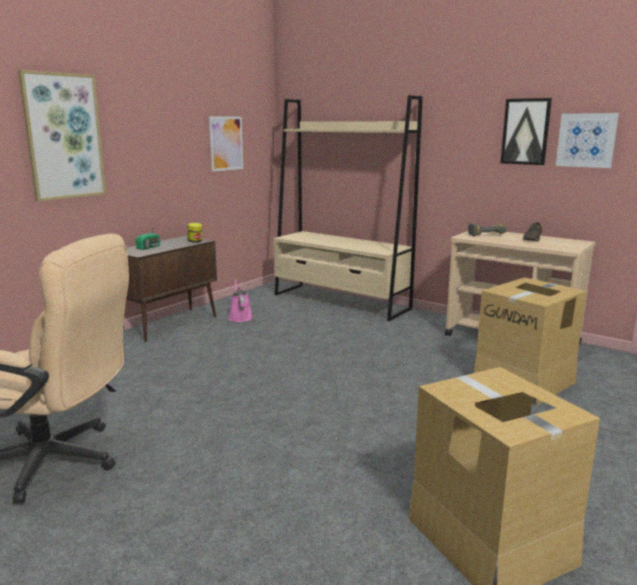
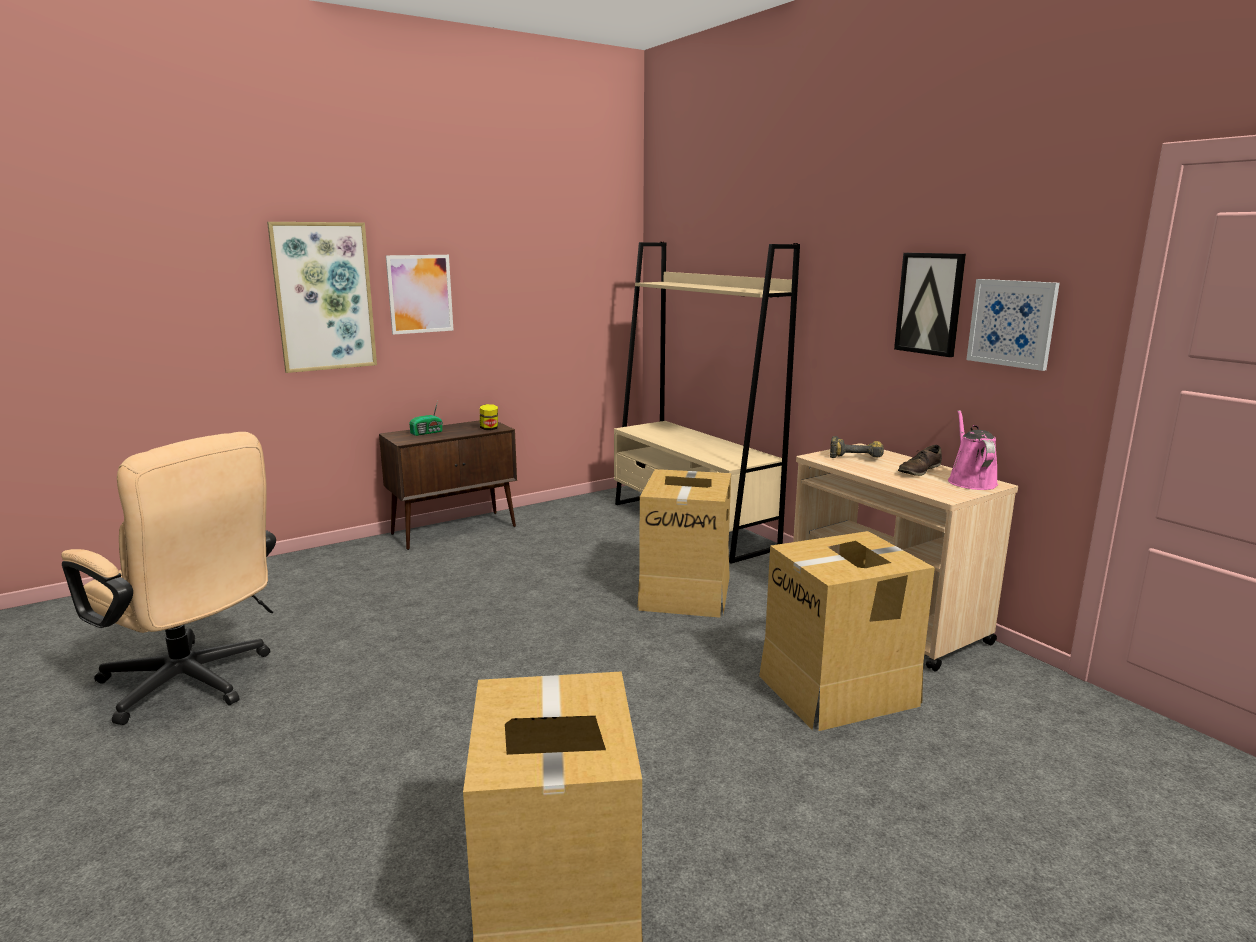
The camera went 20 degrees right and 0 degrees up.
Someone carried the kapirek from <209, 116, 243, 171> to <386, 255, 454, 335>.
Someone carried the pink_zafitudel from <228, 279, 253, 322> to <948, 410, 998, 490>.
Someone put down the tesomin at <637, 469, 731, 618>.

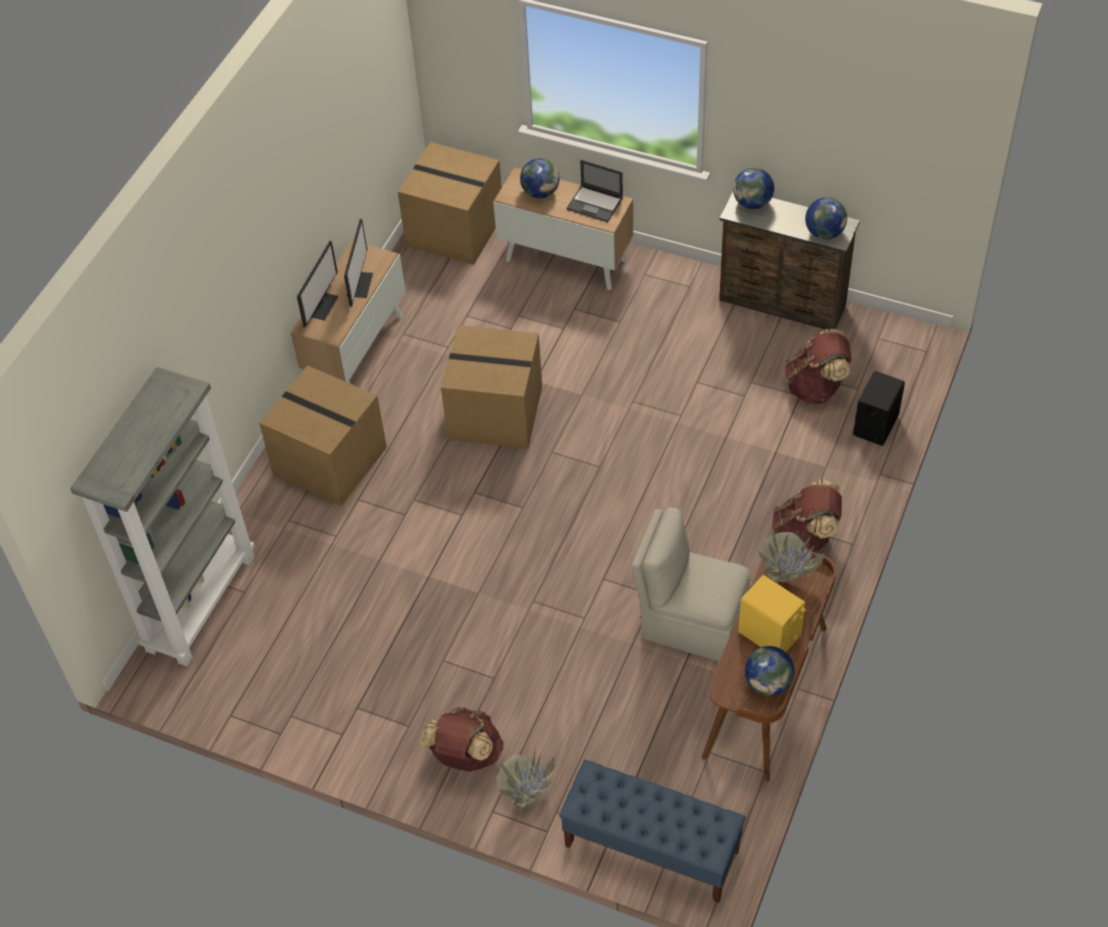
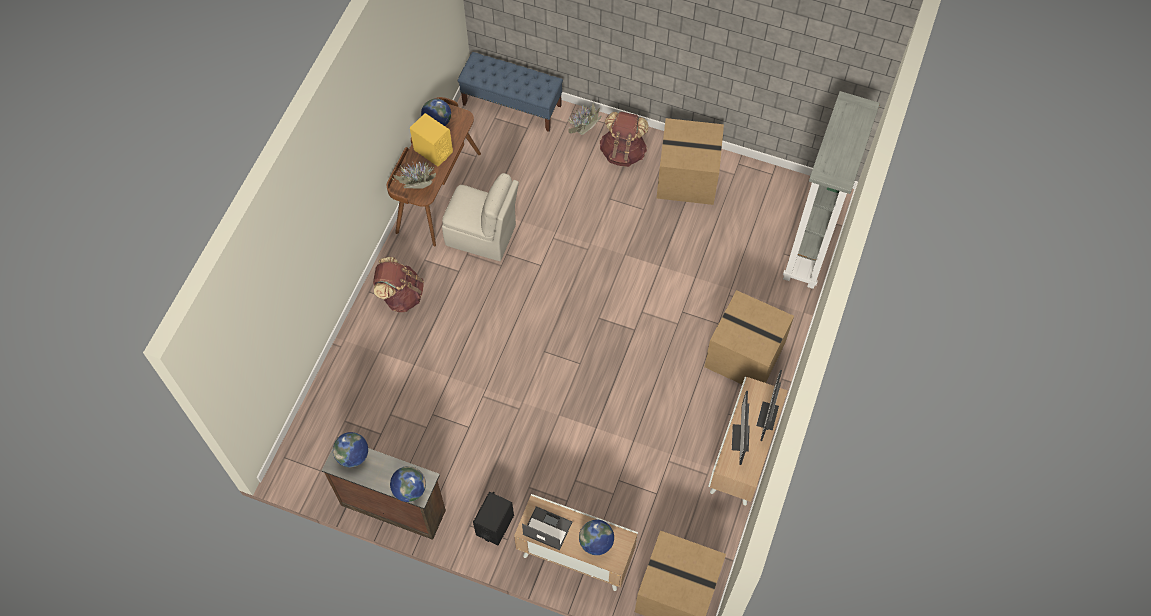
The camera went 175 degrees right and 10 degrees up.
Someone carried the tesomin from <441, 325, 542, 449> to <656, 118, 724, 205>.
Someone took away the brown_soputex at <785, 329, 851, 404>.
Someone carried the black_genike from <853, 371, 905, 446> to <473, 492, 514, 545>.

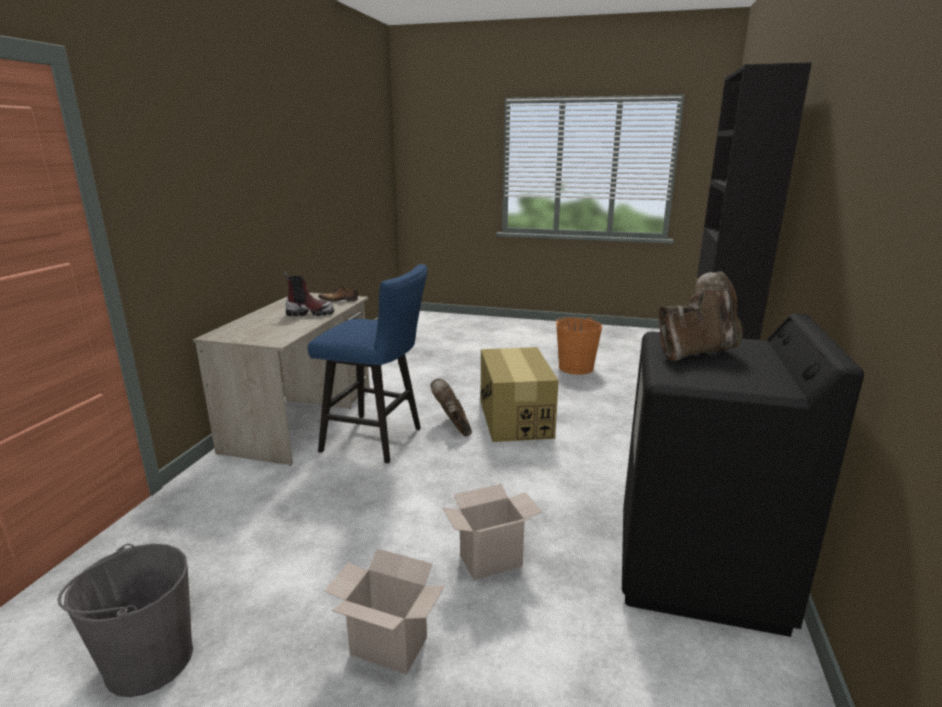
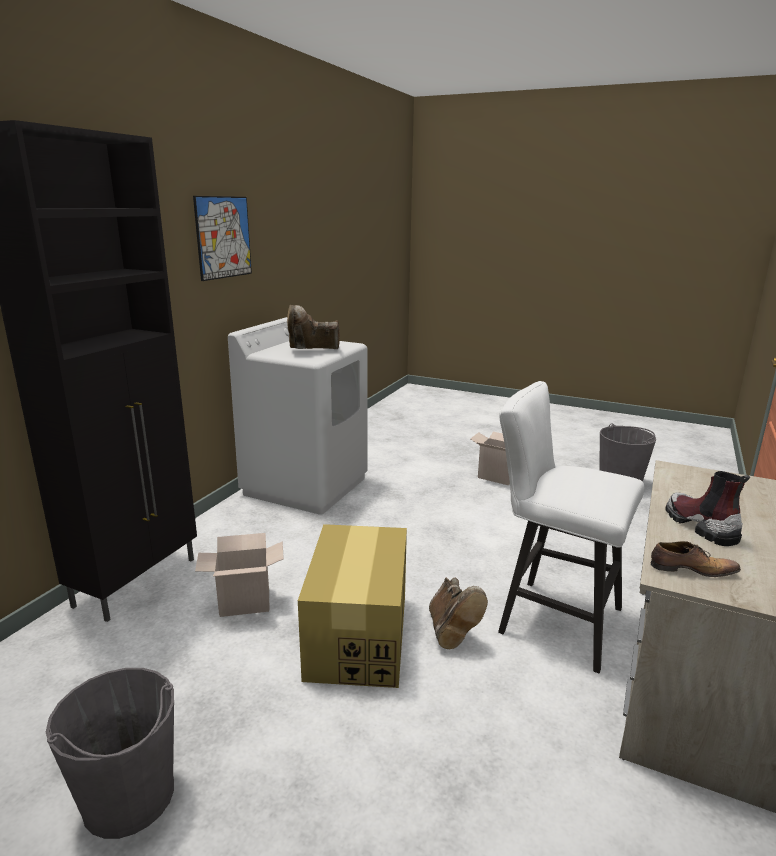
The camera went 170 degrees left and 0 degrees up.
Someone rotated the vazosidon at <283, 272, 334, 316> by 60 degrees clockwise.
Someone repainted the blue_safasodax at <308, 264, 428, 463>, which became the white_safasodax at <498, 381, 644, 674>.
Someone carried the tesomin from <442, 484, 542, 580> to <195, 533, 284, 617>.
Someone repainted the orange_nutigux at <556, 317, 602, 375>, which became the grey_nutigux at <46, 668, 174, 839>.
Someone repainted the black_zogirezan at <622, 314, 864, 637>, which became the white_zogirezan at <228, 317, 367, 515>.
Someone put up the kapirek at <193, 196, 252, 281>.

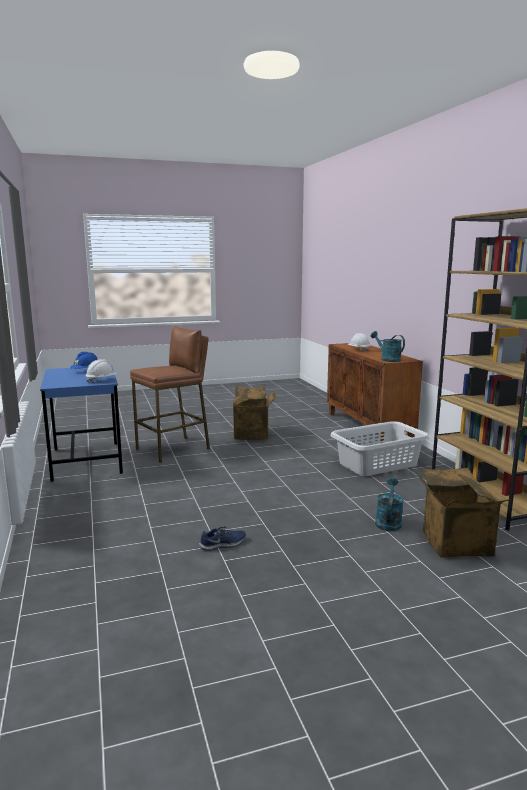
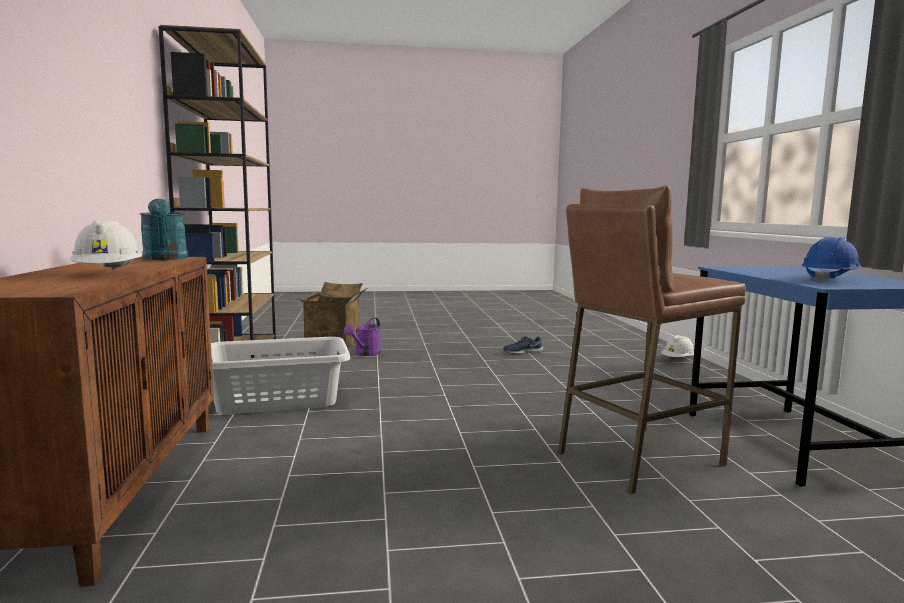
The camera went 170 degrees left and 5 degrees down.
Someone carried the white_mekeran from <85, 359, 117, 383> to <661, 335, 694, 358>.
Someone took away the tesomin at <233, 386, 276, 440>.
Someone repainted the turquoise_zafitudel at <375, 477, 404, 531>, which became the purple_zafitudel at <344, 317, 382, 356>.

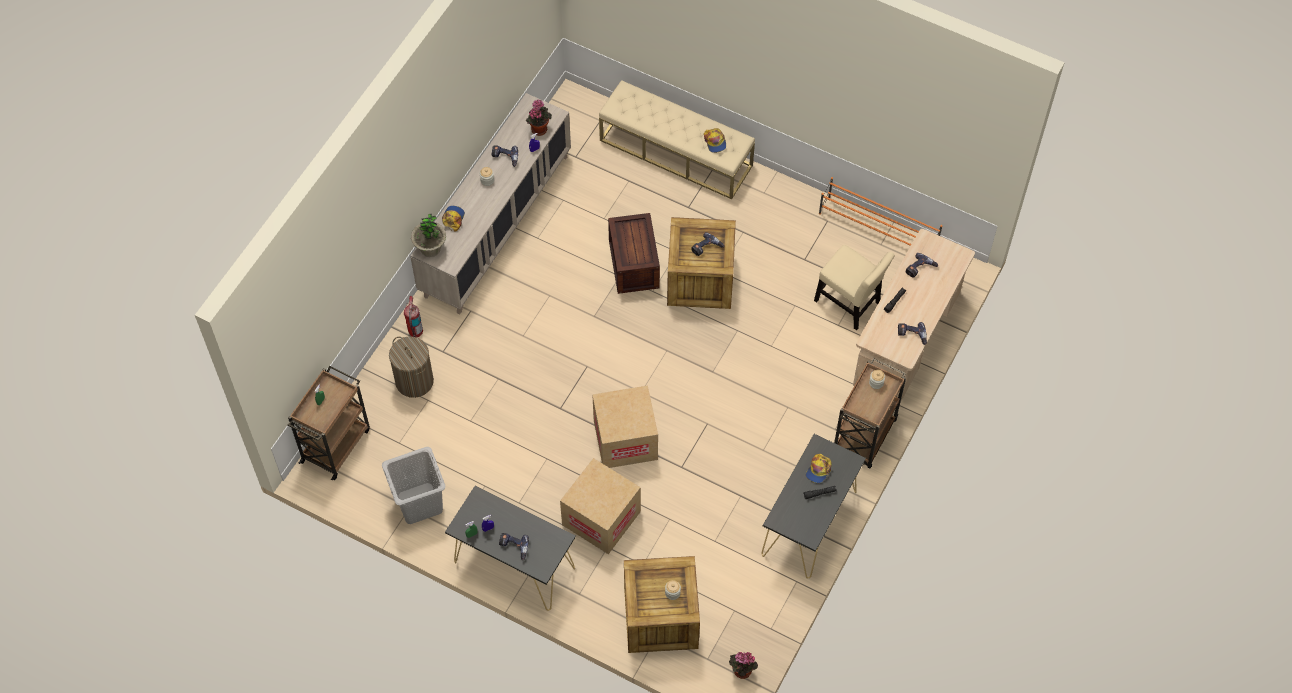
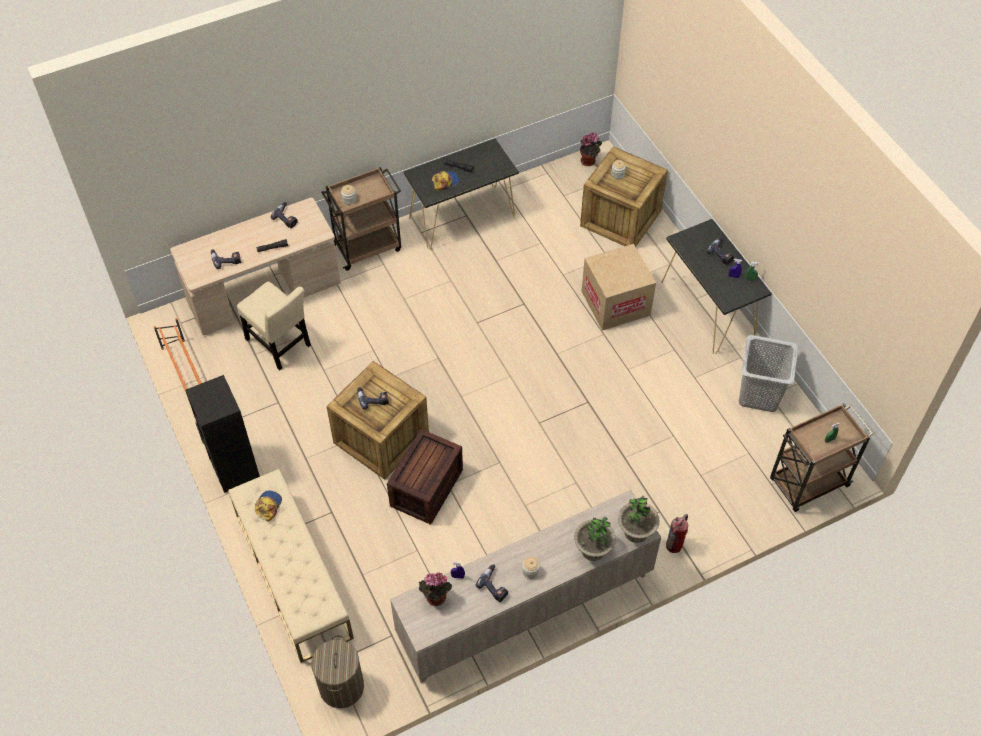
The camera went 145 degrees left and 5 degrees down.
Someone carried the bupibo from <389, 337, 434, 398> to <311, 635, 364, 708>.
Someone swapped the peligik at <442, 206, 465, 231> for the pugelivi at <574, 517, 616, 561>.
Someone took away the tesomin at <592, 385, 658, 468>.
Someone rotated the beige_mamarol at <814, 245, 895, 330> by 150 degrees clockwise.
Someone put down the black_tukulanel at <185, 375, 260, 493>.

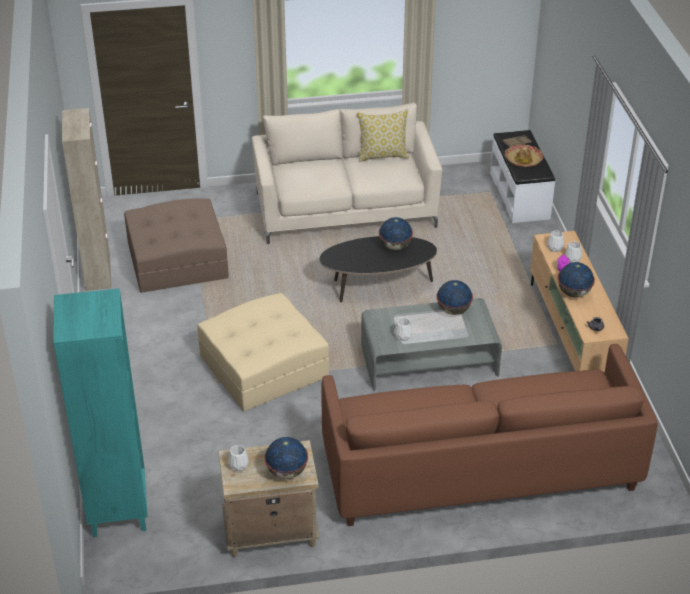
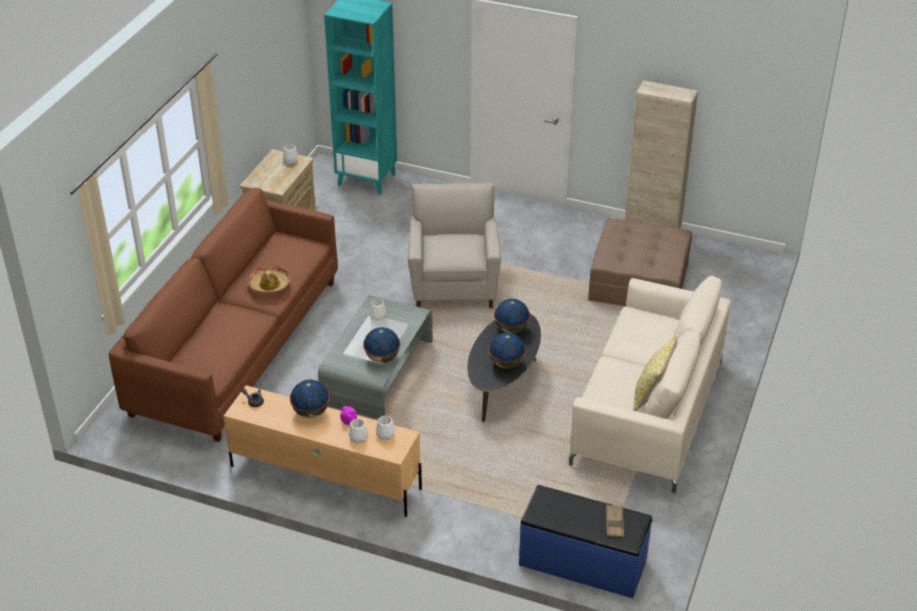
The camera went 120 degrees right and 0 degrees up.
Someone swapped the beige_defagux at <197, 293, 329, 411> for the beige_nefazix at <408, 183, 501, 308>.
Someone carried the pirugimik from <264, 437, 308, 479> to <494, 299, 530, 333>.
Someone repainted the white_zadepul at <490, 130, 555, 223>, which became the blue_zadepul at <519, 485, 653, 598>.
Someone carried the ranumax from <505, 144, 543, 167> to <248, 266, 291, 293>.

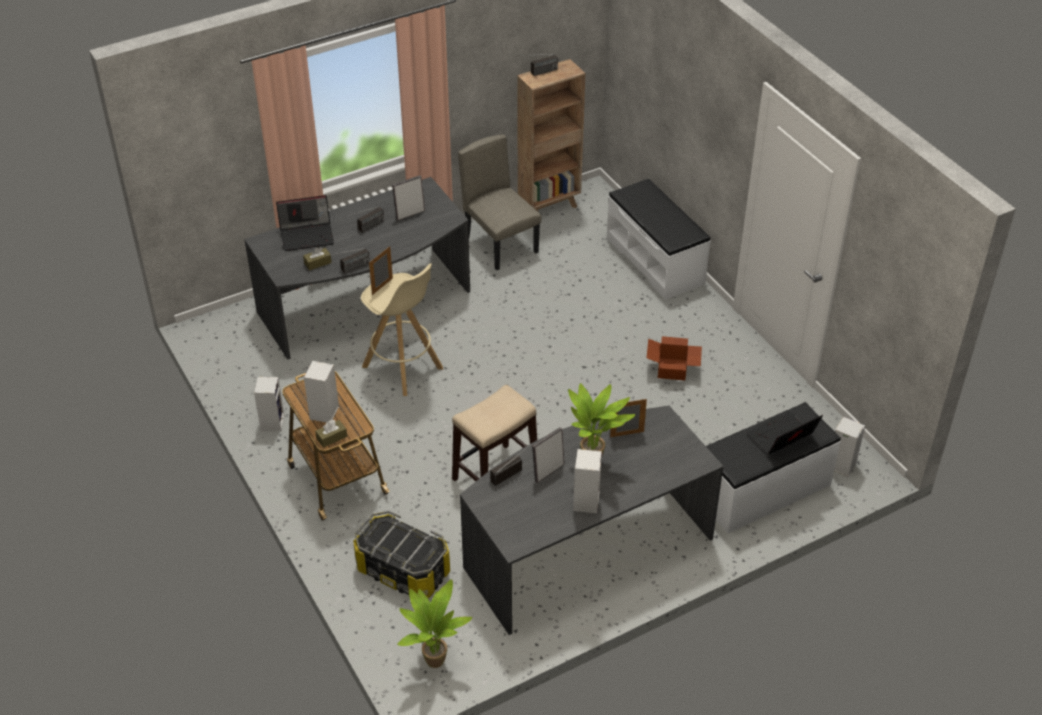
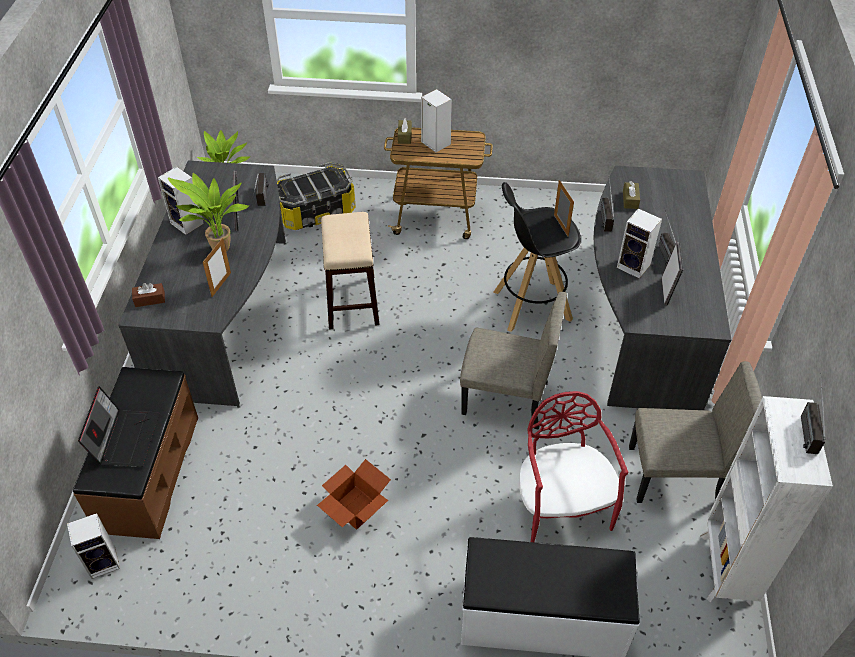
The camera went 125 degrees right and 5 degrees up.
Someone carried the genike from <254, 377, 284, 432> to <617, 208, 662, 278>.
Someone took away the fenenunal at <276, 195, 334, 251>.
Someone repainted the beige_safasodax at <361, 263, 443, 396>, which became the black_safasodax at <493, 182, 581, 332>.
Someone repainted the brown_tukulanel at <517, 59, 585, 211>, which became the white_tukulanel at <700, 396, 833, 606>.
Someone repainted the white_zadepul at <706, 403, 841, 533>, which became the brown_zadepul at <73, 367, 198, 539>.
Someone put down the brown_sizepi at <132, 283, 165, 307>.
Someone put down the beige_mamarol at <460, 292, 567, 430>.
Someone put down the red_mamarol at <519, 391, 628, 542>.

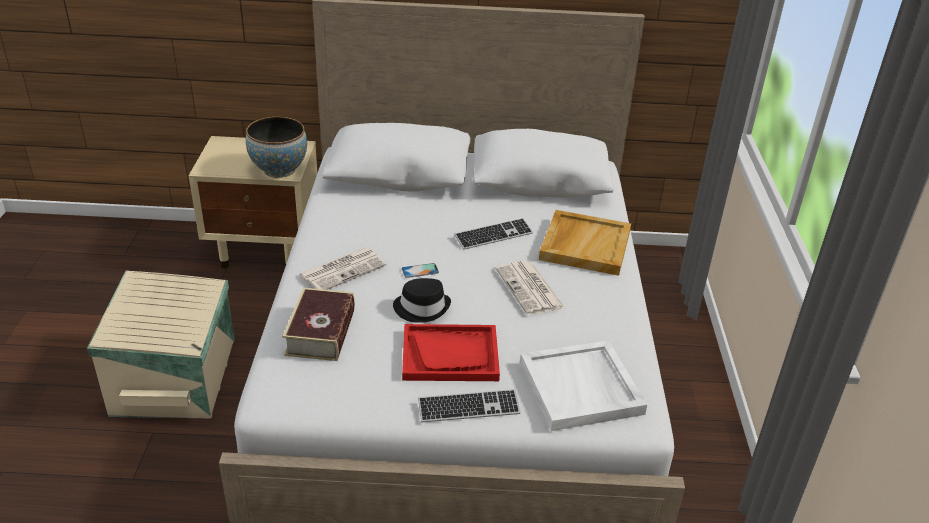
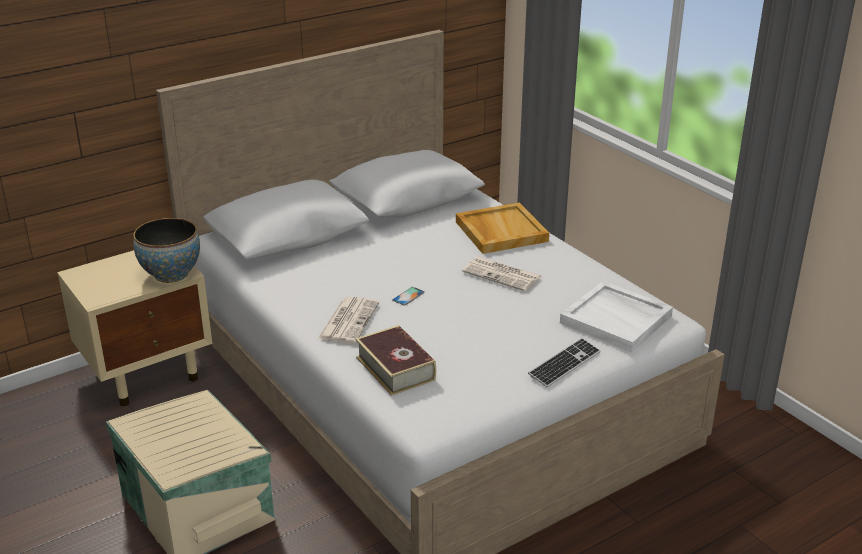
The camera went 35 degrees left and 5 degrees down.
Someone took away the black_ranumax at <393, 278, 451, 323>.
Someone took away the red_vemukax at <402, 324, 500, 381>.
Someone took away the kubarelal at <454, 218, 533, 250>.

